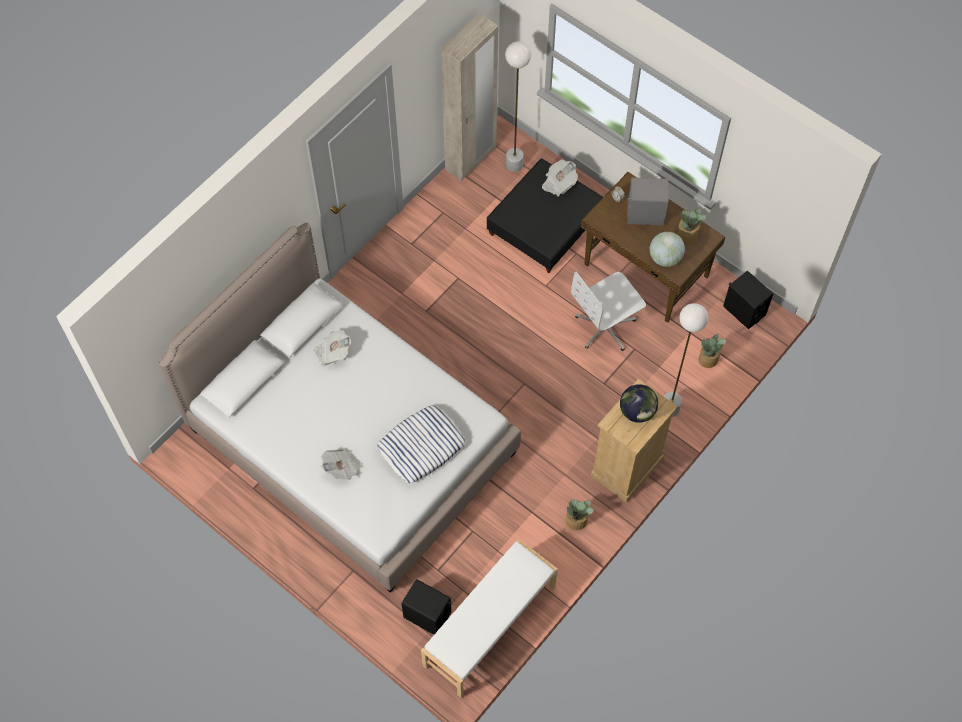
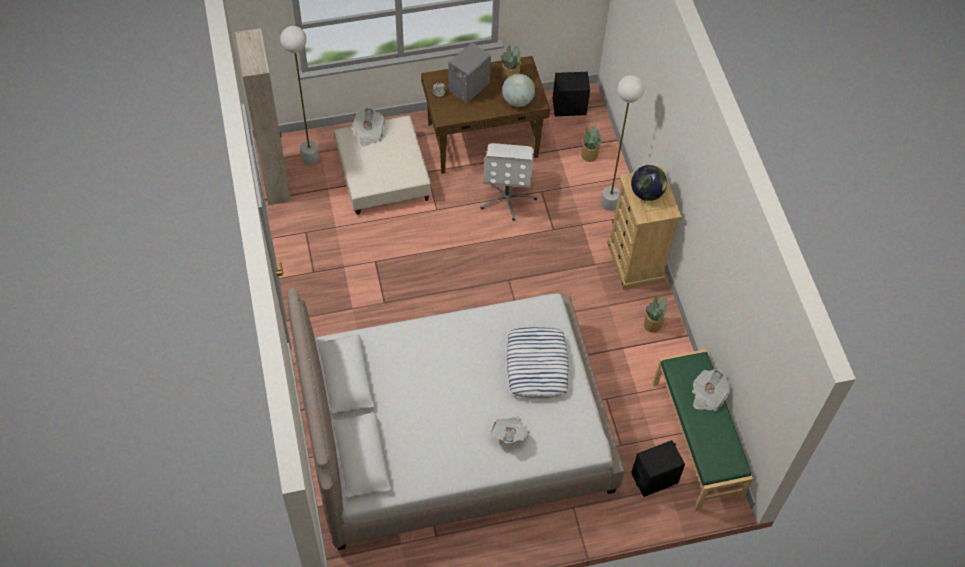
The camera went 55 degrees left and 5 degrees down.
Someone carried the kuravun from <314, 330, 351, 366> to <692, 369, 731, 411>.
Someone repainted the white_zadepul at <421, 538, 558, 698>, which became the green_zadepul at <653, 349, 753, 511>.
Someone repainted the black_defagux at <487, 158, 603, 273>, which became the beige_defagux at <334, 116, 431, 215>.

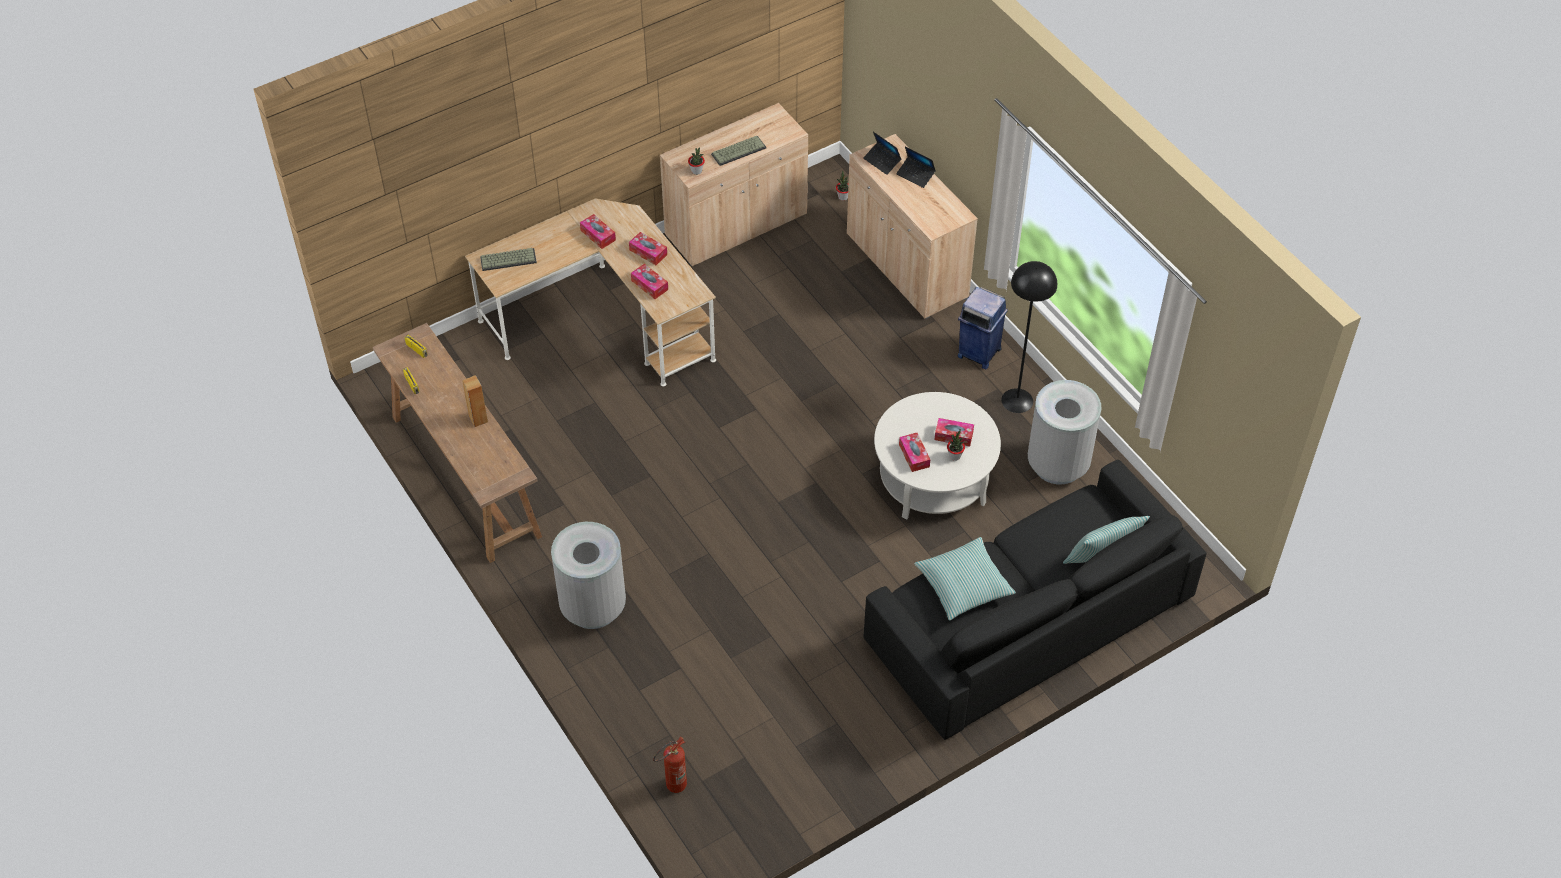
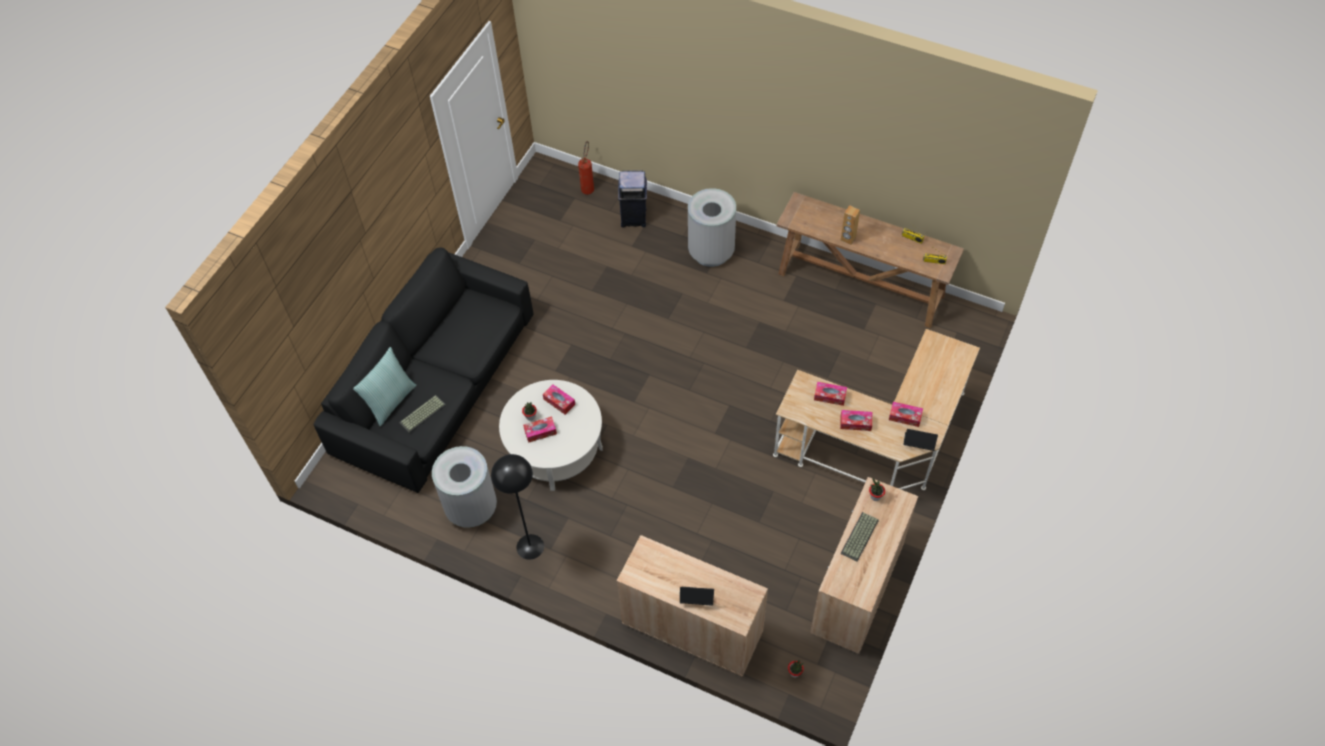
The camera went 150 degrees right and 5 degrees up.
Someone carried the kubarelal from <480, 248, 537, 271> to <399, 395, 446, 433>.
Someone carried the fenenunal from <863, 132, 902, 175> to <903, 429, 938, 451>.
Someone took away the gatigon at <914, 537, 1016, 621>.
Someone carried the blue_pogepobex from <958, 287, 1008, 369> to <618, 170, 647, 227>.

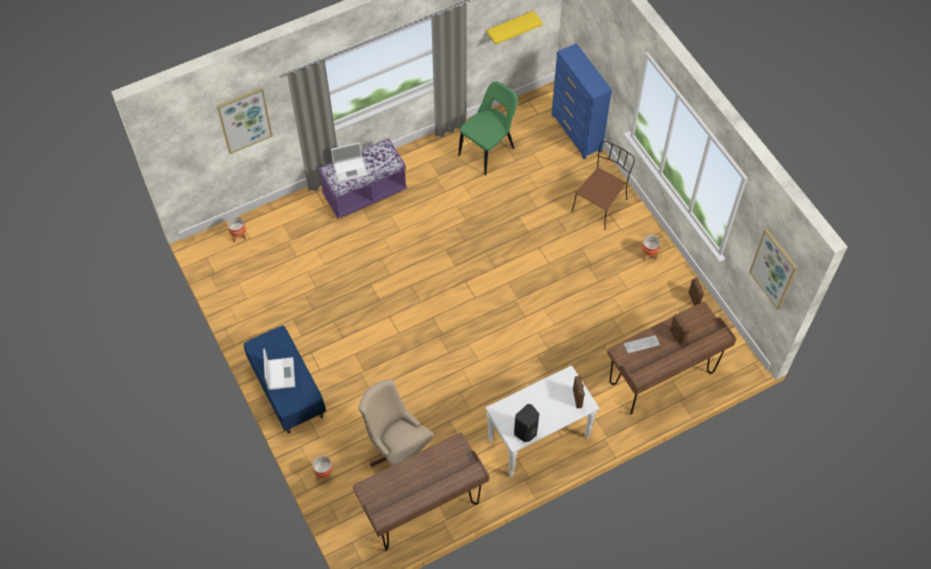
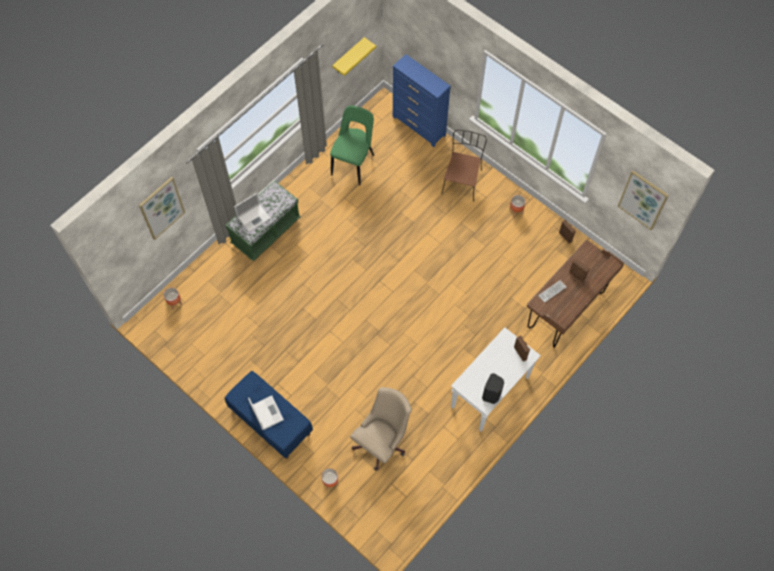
The camera went 20 degrees left and 5 degrees up.
Someone repainted the purple_zadepul at <318, 138, 407, 219>, which became the green_zadepul at <225, 180, 301, 261>.
Someone took away the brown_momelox at <353, 432, 489, 551>.
Someone rotated the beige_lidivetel at <358, 379, 434, 467> by 105 degrees clockwise.

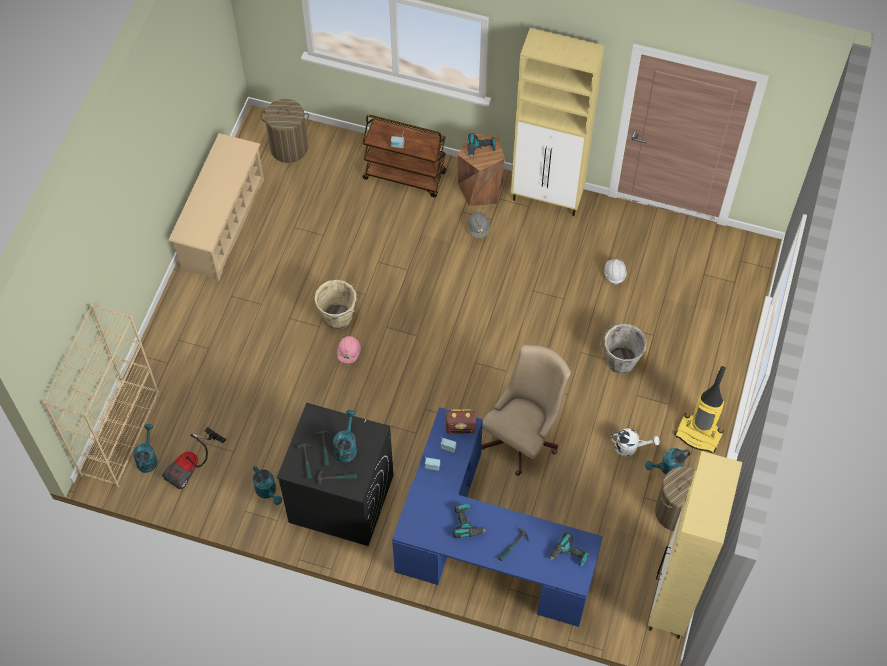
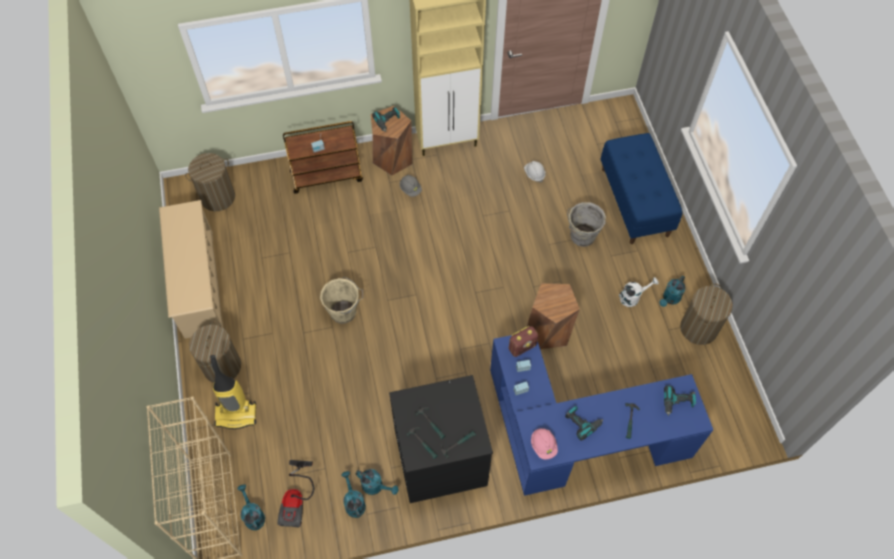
The camera went 30 degrees left and 0 degrees up.
Someone carried the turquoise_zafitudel from <333, 410, 357, 463> to <341, 471, 366, 518>.
Someone carried the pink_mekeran from <337, 336, 361, 363> to <531, 428, 558, 459>.
Someone swapped the beige_lidivetel at <481, 344, 571, 476> for the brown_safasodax at <527, 283, 580, 349>.
Someone took away the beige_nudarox at <648, 451, 743, 639>.
Someone carried the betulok from <674, 366, 726, 453> to <210, 355, 256, 429>.
Someone put down the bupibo at <189, 321, 241, 383>.
Someone put down the blue_zadepul at <600, 133, 682, 244>.

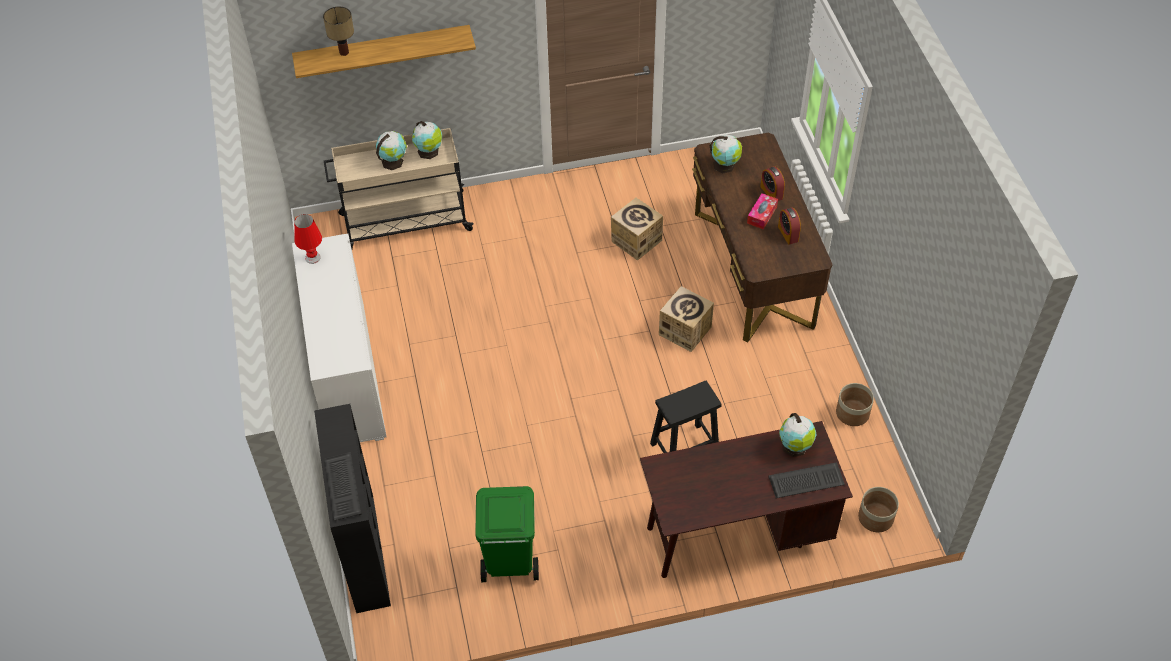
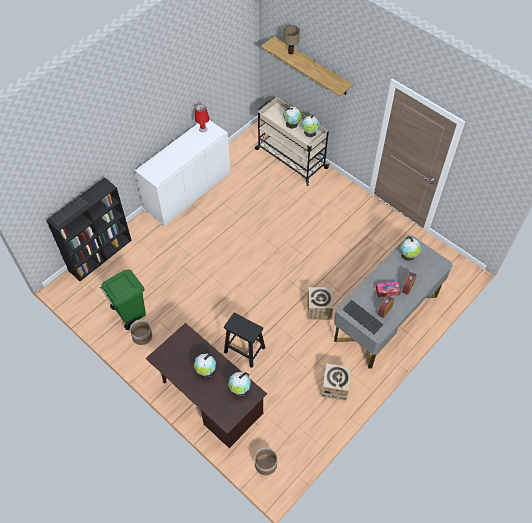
The camera went 55 degrees right and 5 degrees up.
Someone carried the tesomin from <611, 198, 663, 261> to <321, 363, 351, 401>.
Someone repainted the brown_momelox at <692, 133, 833, 342>, which became the grey_momelox at <334, 236, 453, 369>.
Someone carried the kubarelal from <768, 462, 845, 498> to <343, 300, 384, 334>.
Someone carried the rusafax from <836, 383, 874, 426> to <130, 320, 152, 345>.
Someone put down the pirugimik at <194, 353, 216, 378>.

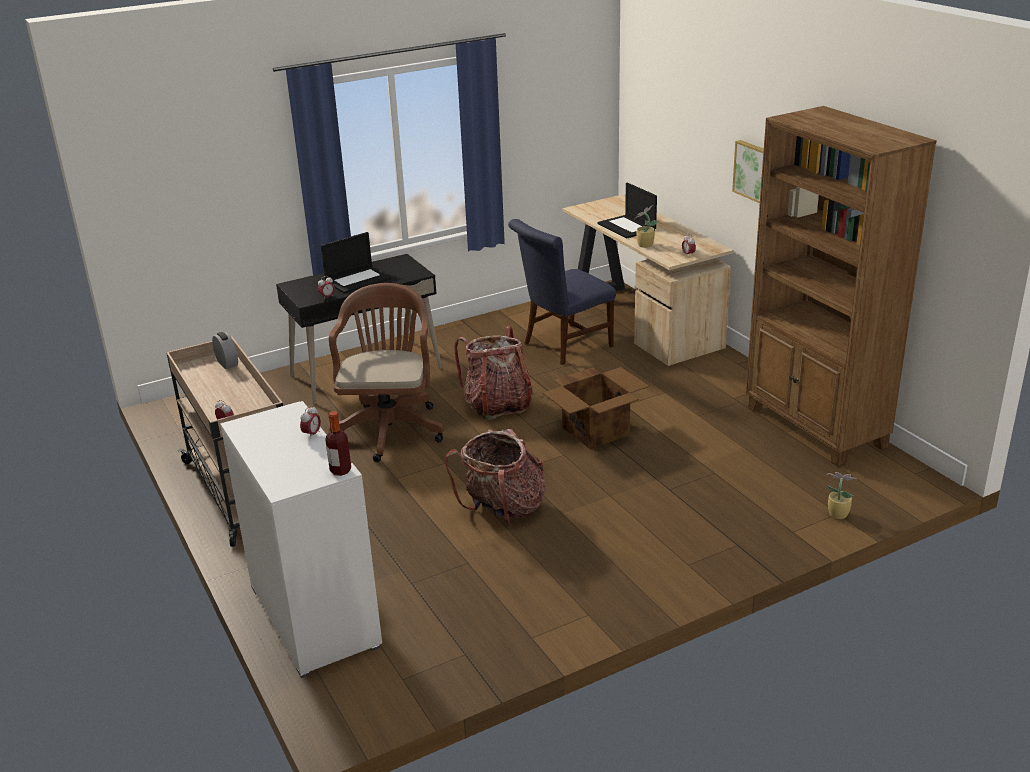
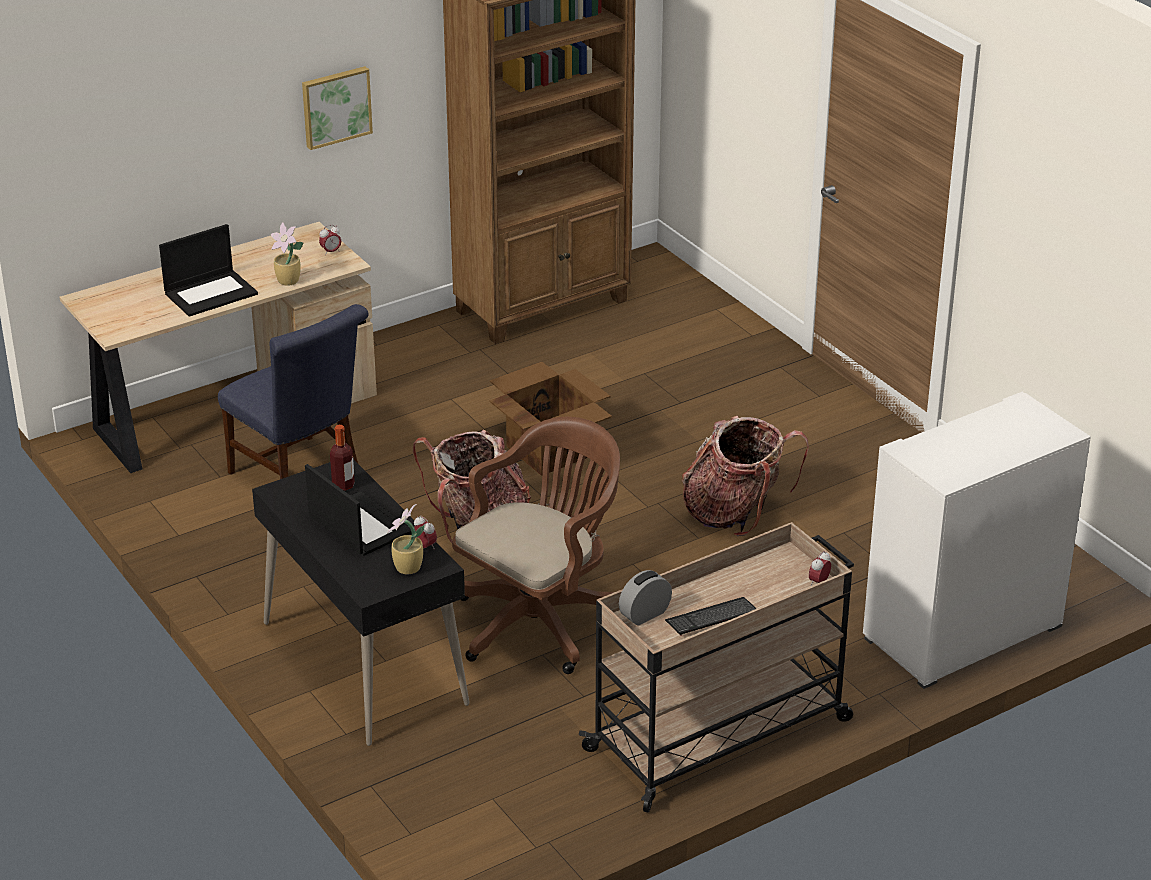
The camera went 95 degrees left and 5 degrees up.
Someone took away the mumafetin at <300, 406, 321, 438>.
Someone carried the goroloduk from <325, 411, 351, 476> to <330, 425, 355, 491>.
Someone rotated the brown_lidivetel at <329, 283, 444, 462> by 135 degrees clockwise.
Someone carried the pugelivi from <828, 472, 857, 519> to <387, 504, 425, 574>.
Someone put down the kubarelal at <665, 597, 757, 636>.

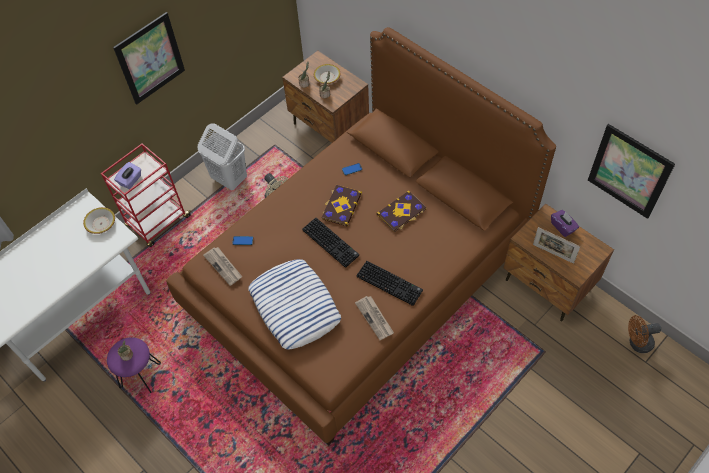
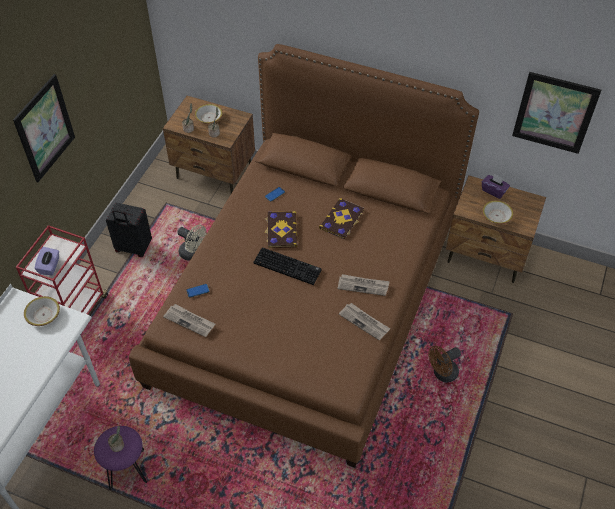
The camera went 25 degrees left and 5 degrees down.
Someone swapped the white_bupibo at <198, 123, 247, 190> for the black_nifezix at <106, 203, 152, 257>.
Someone took away the gatigon at <248, 259, 341, 350>.
Someone swapped the kubarelal at <357, 261, 423, 306> for the kuravun at <337, 274, 390, 296>.
Someone swapped the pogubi at <533, 227, 580, 264> for the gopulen at <482, 200, 514, 224>.
Someone carried the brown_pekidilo from <628, 315, 661, 353> to <428, 346, 461, 382>.

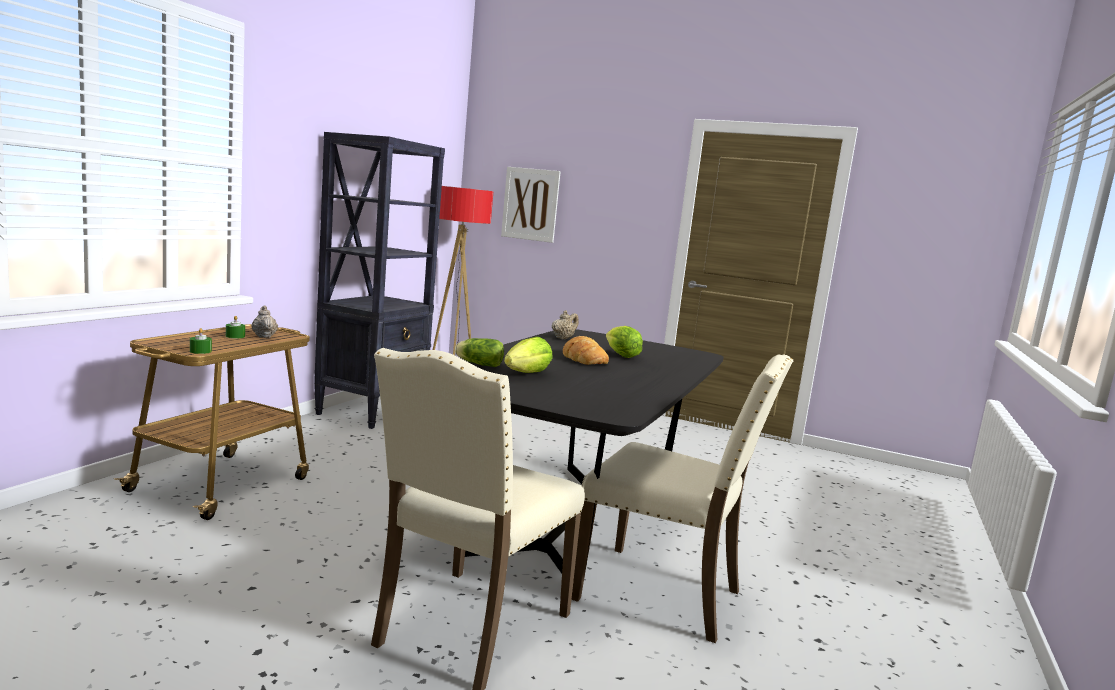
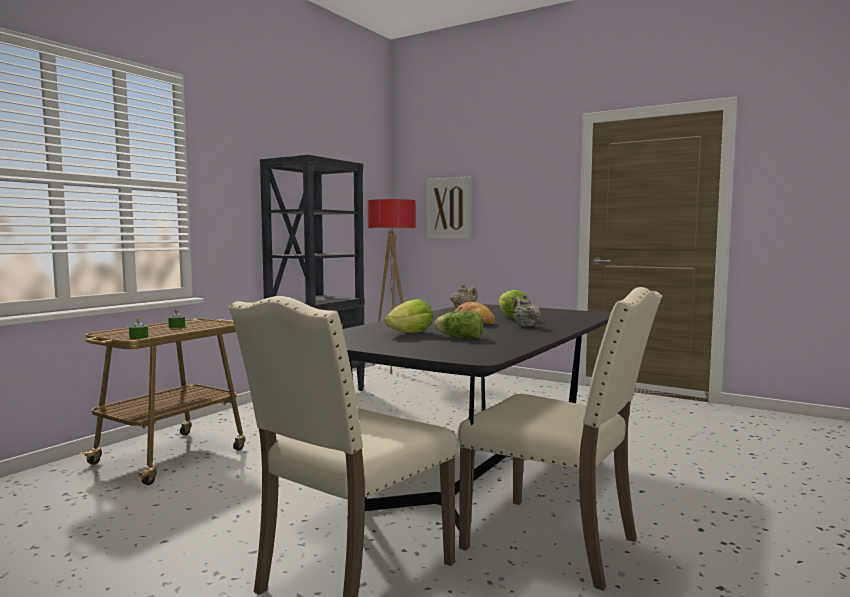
The camera went 10 degrees right and 5 degrees down.
Someone carried the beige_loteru from <251, 305, 278, 338> to <513, 295, 540, 327>.
Someone carried the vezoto from <455, 338, 504, 367> to <435, 311, 483, 339>.

